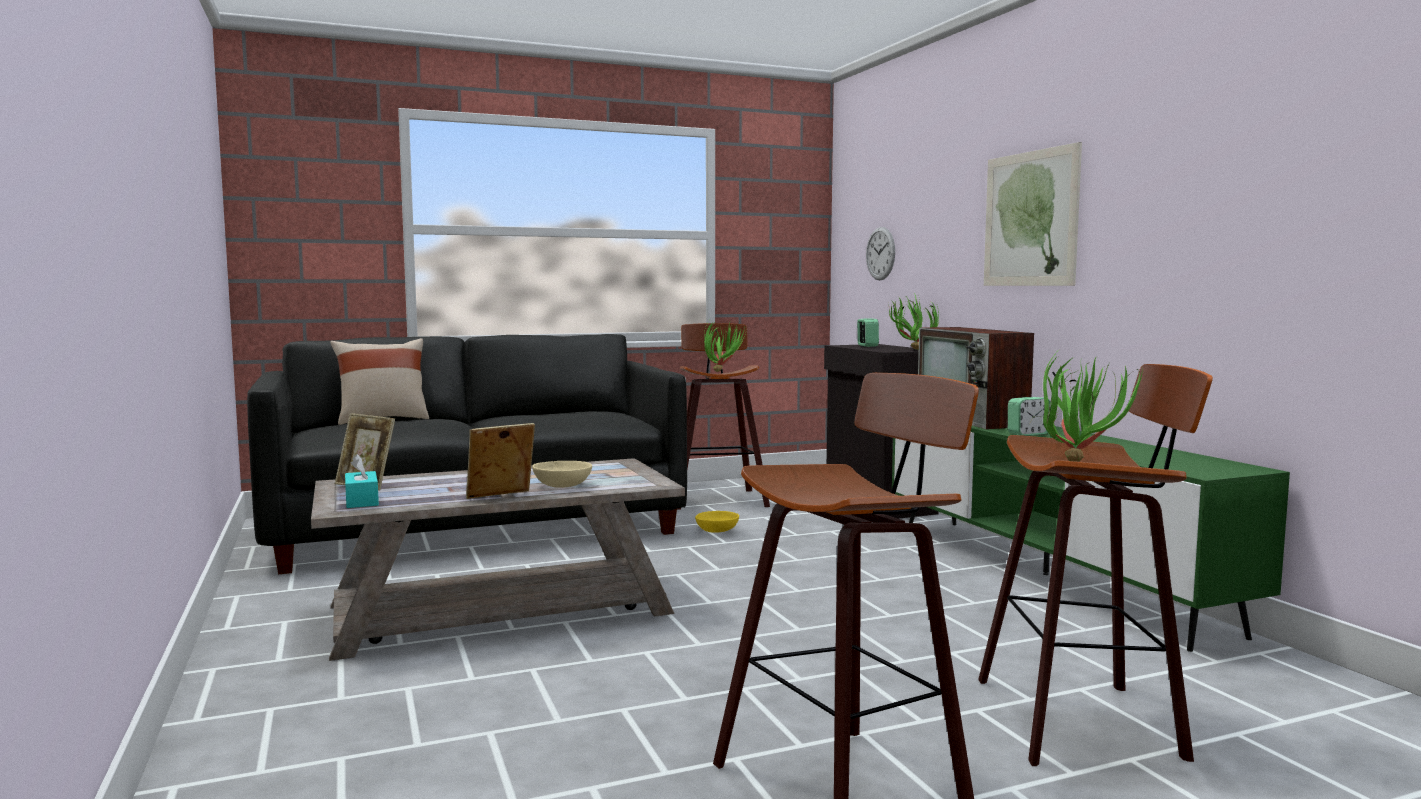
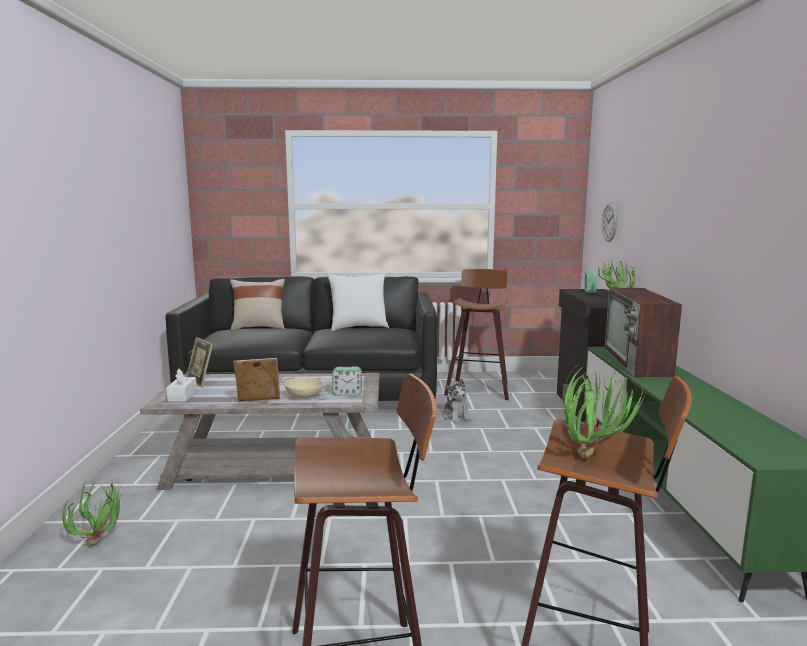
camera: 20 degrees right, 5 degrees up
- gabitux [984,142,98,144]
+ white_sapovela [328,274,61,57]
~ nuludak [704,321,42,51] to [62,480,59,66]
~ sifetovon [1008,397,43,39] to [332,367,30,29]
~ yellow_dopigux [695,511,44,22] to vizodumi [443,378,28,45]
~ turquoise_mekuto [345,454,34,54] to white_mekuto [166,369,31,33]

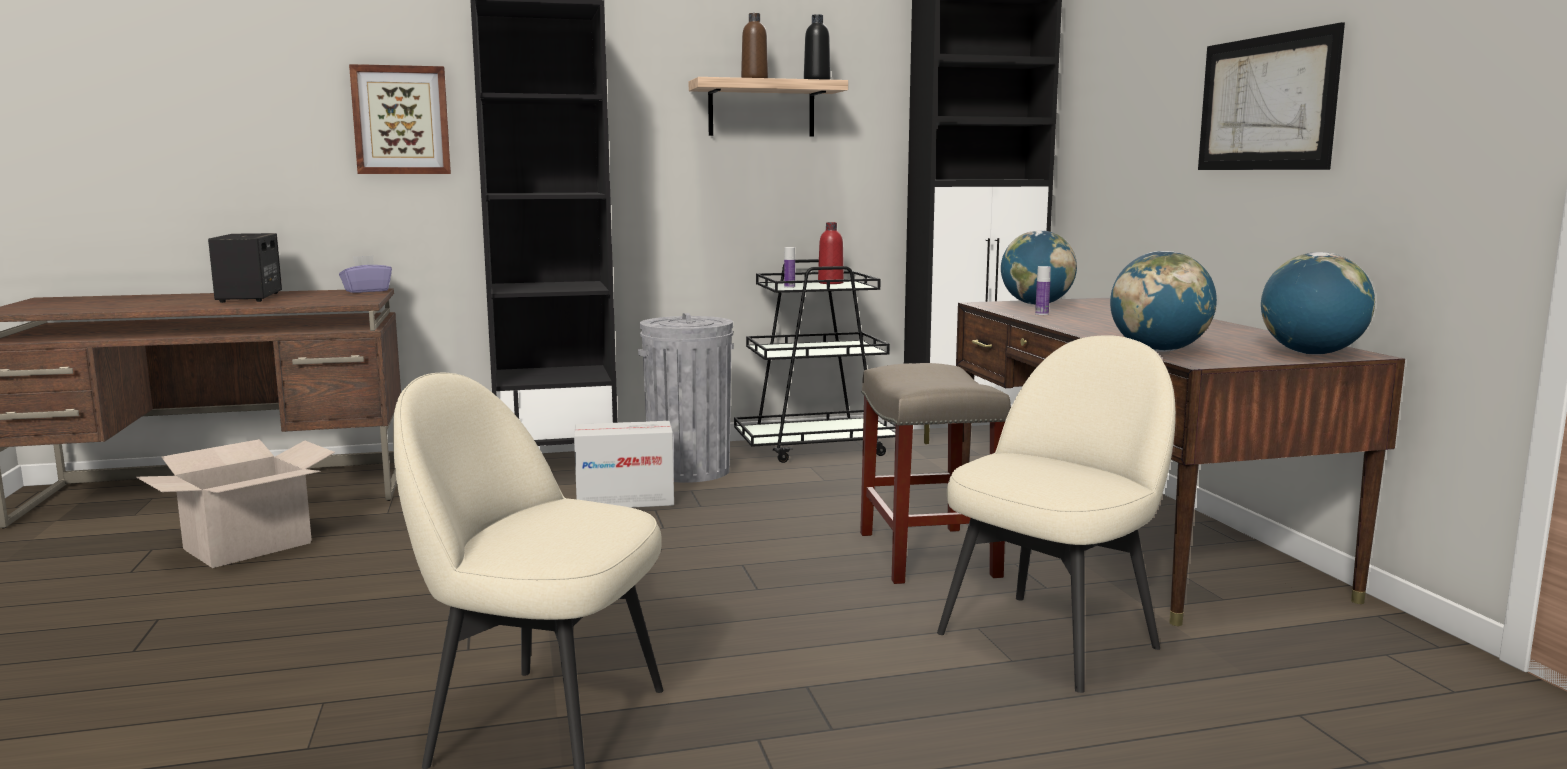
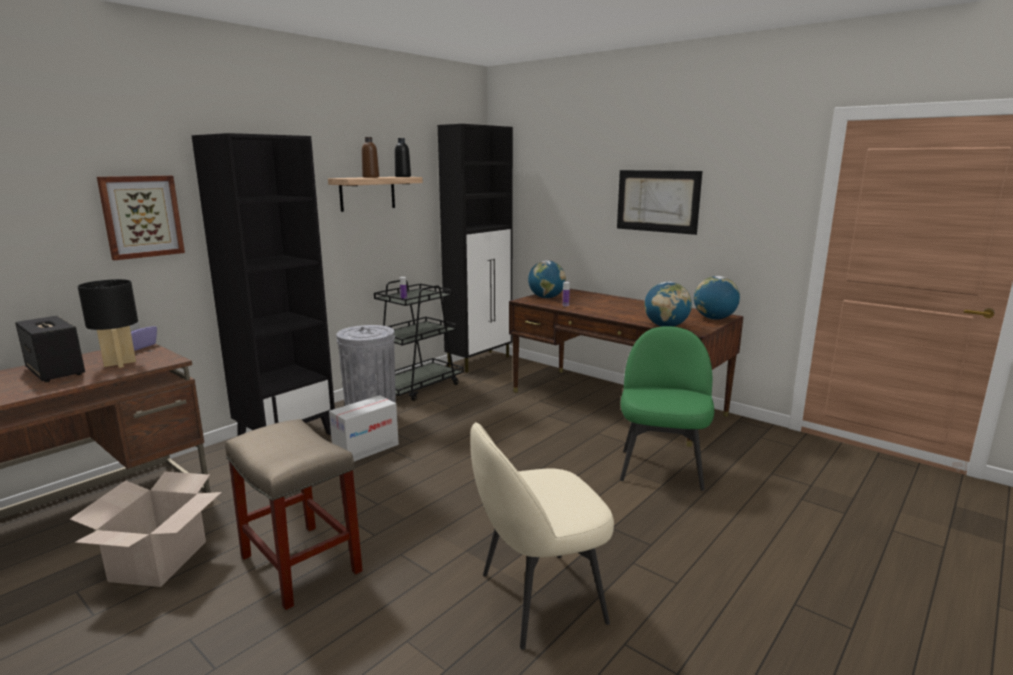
camera: 35 degrees left, 5 degrees up
- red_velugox [818,222,26,62]
+ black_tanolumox [78,279,60,89]
~ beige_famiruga [860,363,151,221] to [225,419,138,191]
~ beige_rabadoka [937,335,239,358] to green_rabadoka [620,326,94,165]

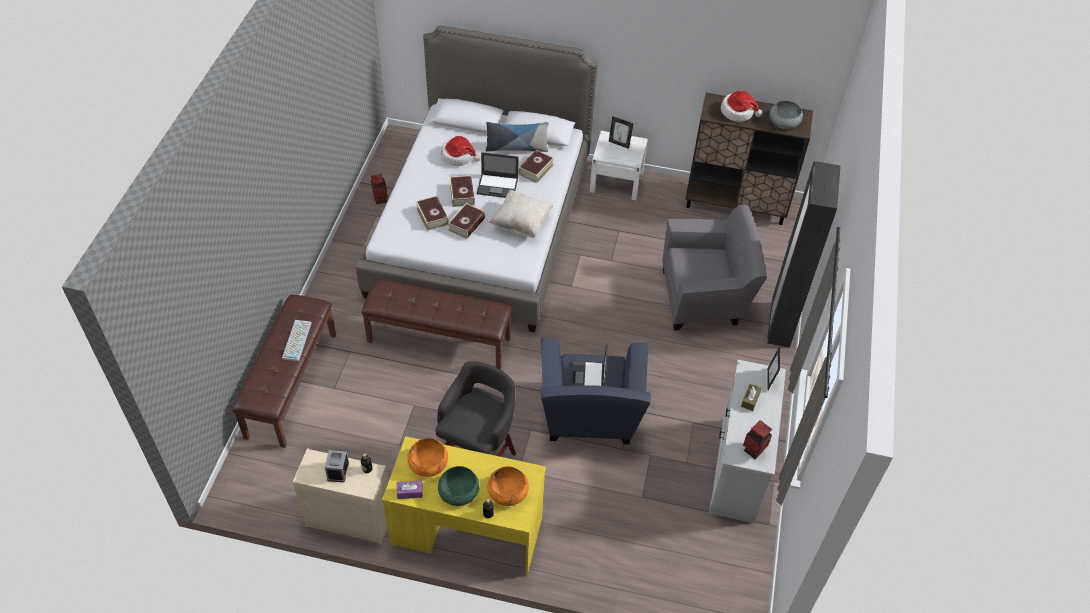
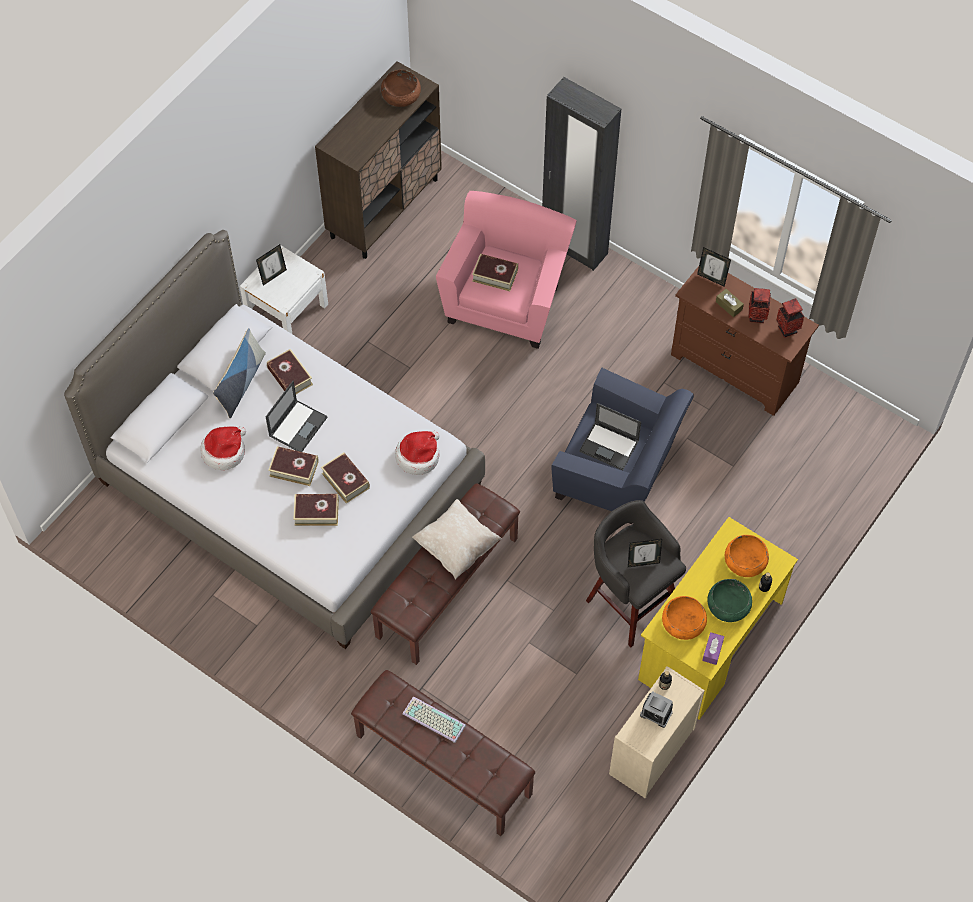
camera: 65 degrees left, 10 degrees up
+ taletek [472,254,46,37]
+ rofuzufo [628,539,34,28]
~ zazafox [371,174,17,30] to [749,288,22,35]
~ beige_sapovela [489,190,65,47] to [412,499,90,81]
~ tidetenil [721,91,42,31] to [395,431,45,44]
~ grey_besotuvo [662,205,105,125] to pink_besotuvo [436,191,140,158]
~ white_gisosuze [709,360,77,163] to brown_gisosuze [671,266,148,150]
~ grey_dopigux [769,100,34,29] to brown_dopigux [381,70,40,37]

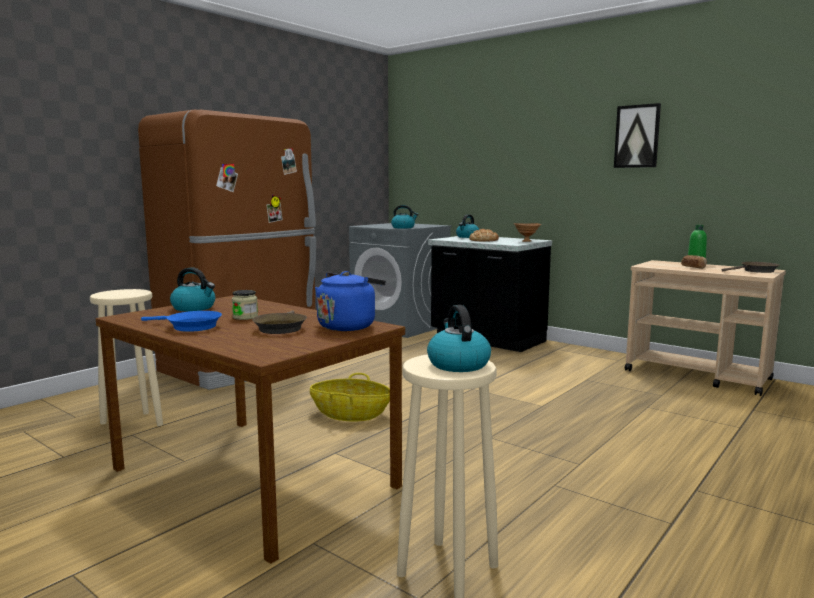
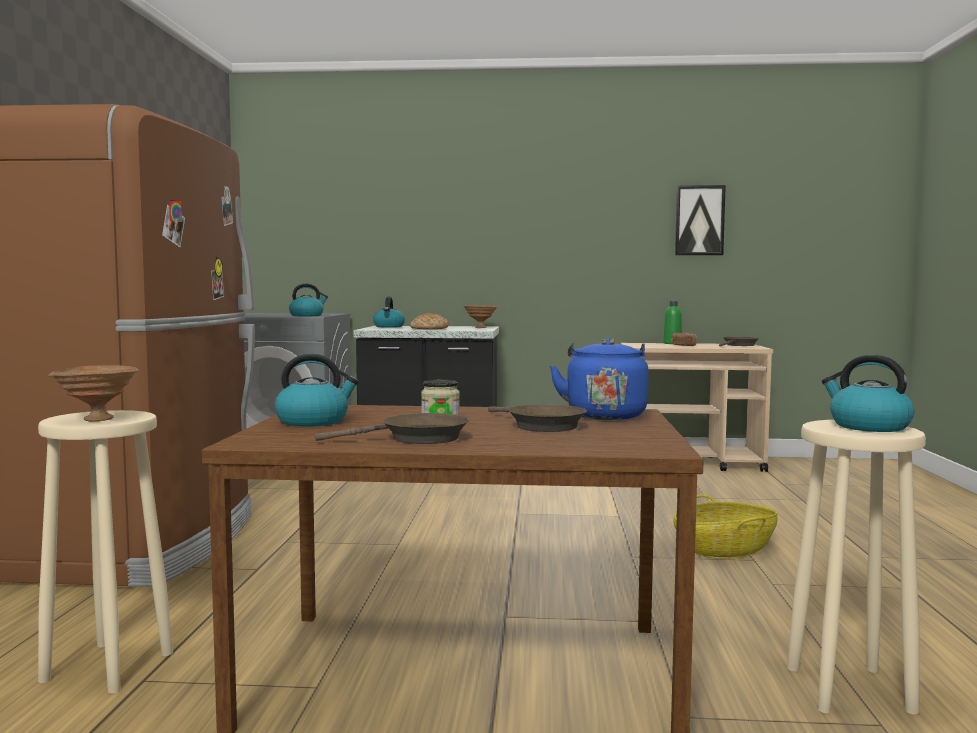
camera: 35 degrees left, 5 degrees down
+ brown_dopigux [49,365,90,56]
~ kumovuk [310,373,80,49] to [673,494,105,65]
~ gabitux [614,103,47,65] to [675,185,51,71]
~ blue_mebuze [141,311,81,21] to brown_mebuze [315,413,154,31]

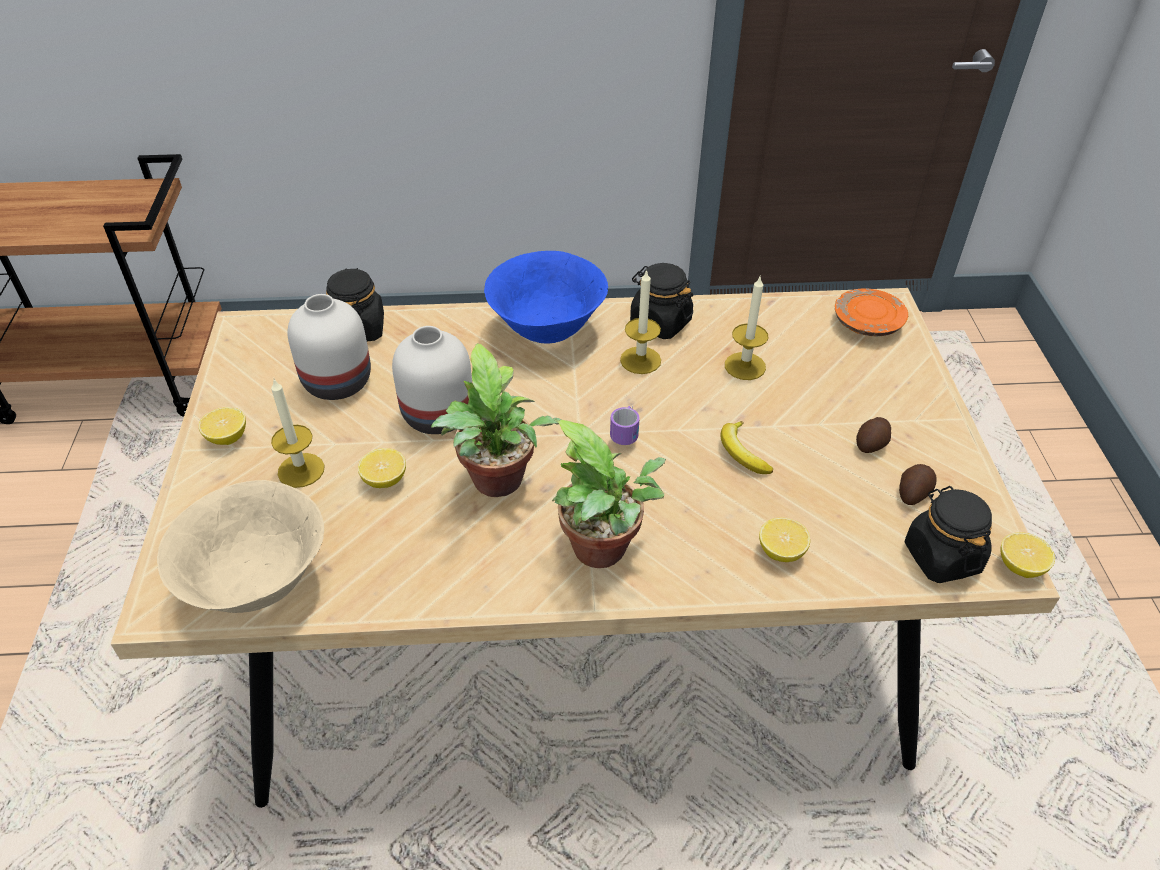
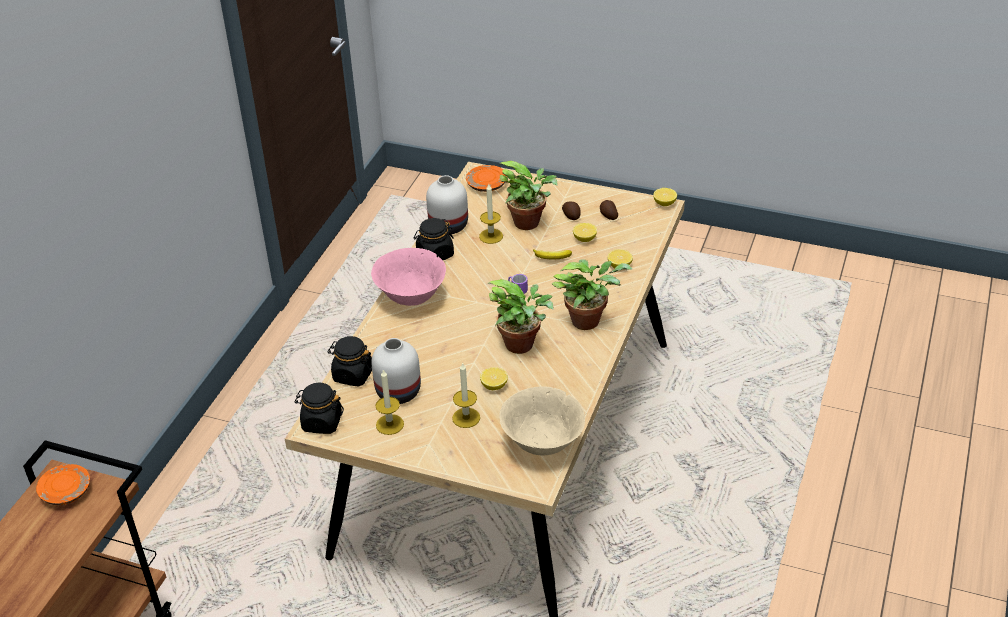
camera: 65 degrees left, 5 degrees down
+ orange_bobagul [36,464,54,41]
+ nuludak [500,161,58,69]
~ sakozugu [199,407,47,38] to [573,223,24,19]
~ white_zazafox [392,326,80,108] to [426,175,42,59]
~ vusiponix [620,269,41,105] to [376,370,28,65]
~ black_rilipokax [905,486,87,97] to [294,383,50,51]
~ blue_dopigux [484,251,124,92] to pink_dopigux [371,248,75,58]

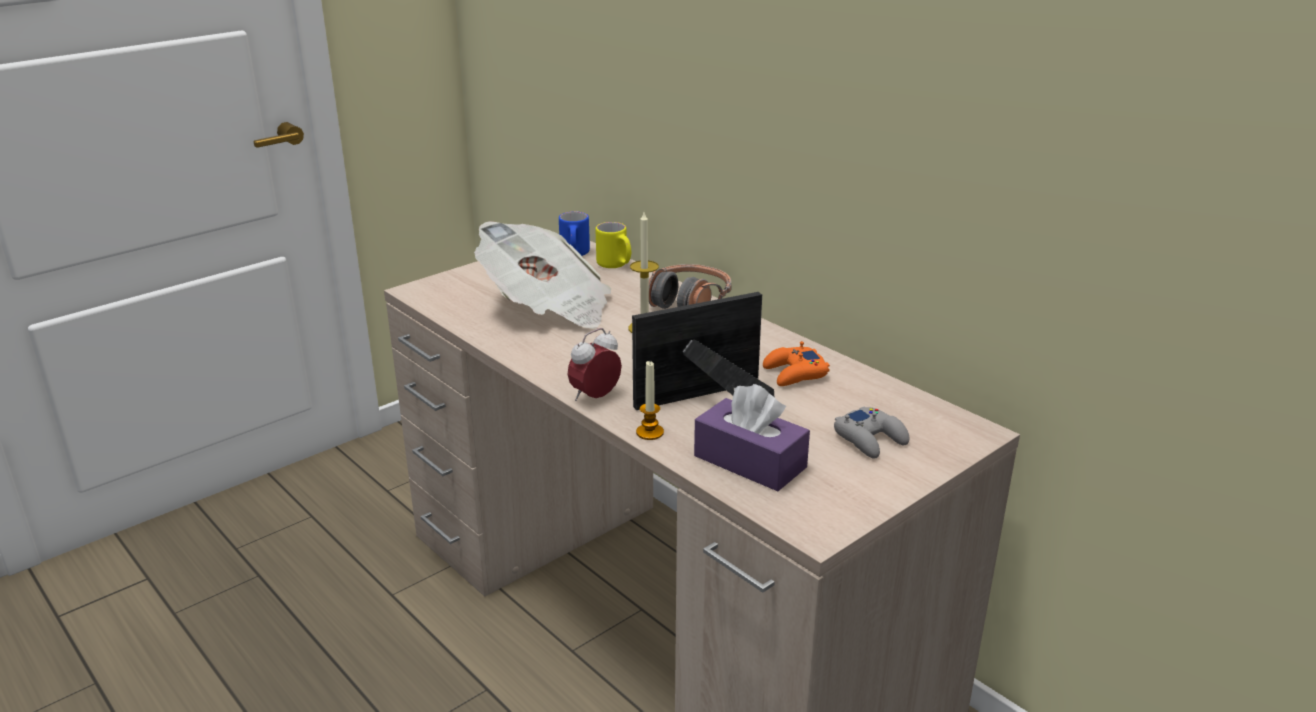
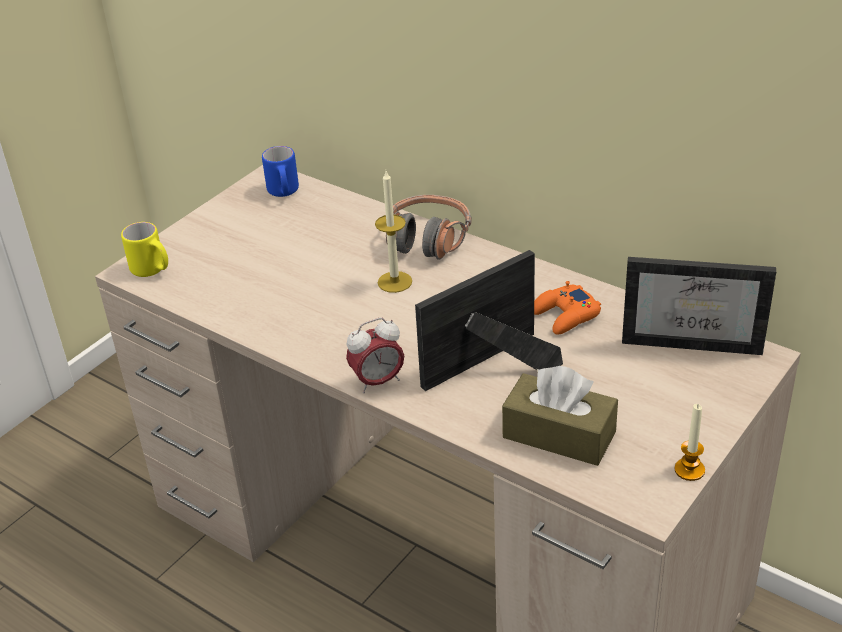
camera: 10 degrees left, 10 degrees up
- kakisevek [474,221,137,108]
- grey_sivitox [834,407,75,51]
+ rofuzufo [622,257,154,98]
~ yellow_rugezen [596,222,35,46] to [121,222,47,55]
~ vusiponix [636,361,28,79] to [674,404,31,77]
~ purple_mekuto [694,384,116,107] to brown_mekuto [502,366,116,100]
~ sifetovon [568,328,54,73] = [346,318,58,75] 150 degrees counterclockwise

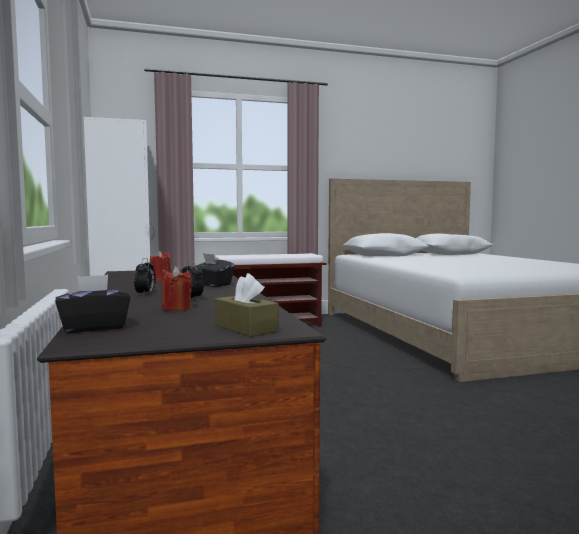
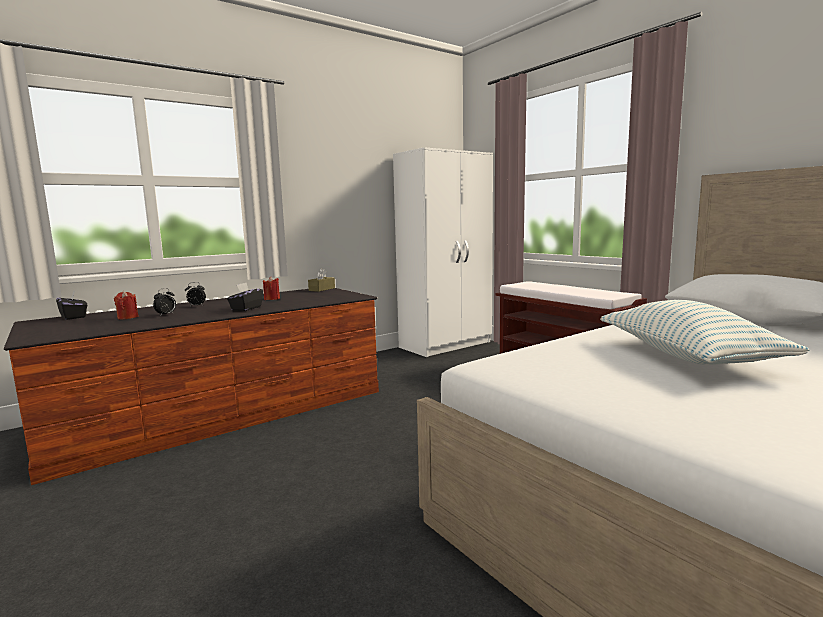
camera: 70 degrees right, 5 degrees up
+ sapovela [600,300,209,65]
~ brown_mekuto [215,273,64,64] to [308,268,27,24]

